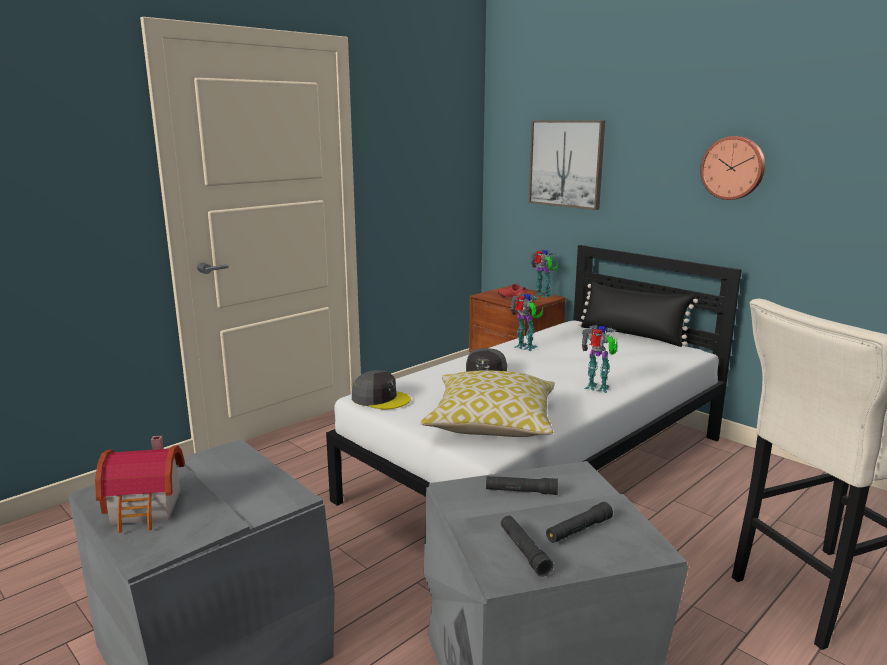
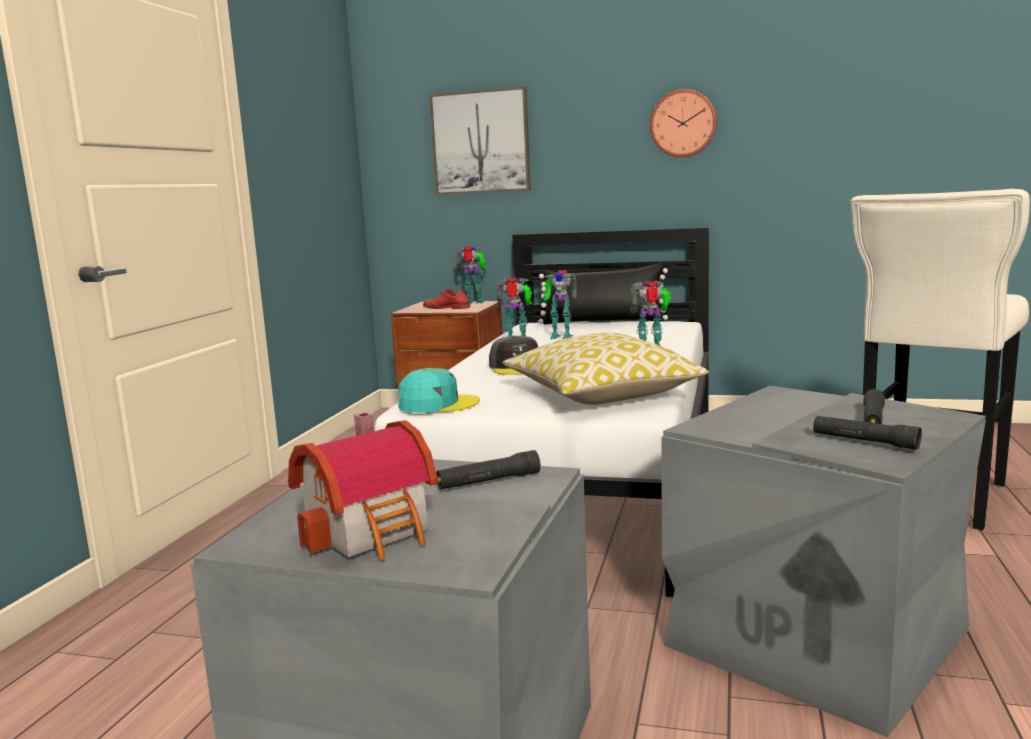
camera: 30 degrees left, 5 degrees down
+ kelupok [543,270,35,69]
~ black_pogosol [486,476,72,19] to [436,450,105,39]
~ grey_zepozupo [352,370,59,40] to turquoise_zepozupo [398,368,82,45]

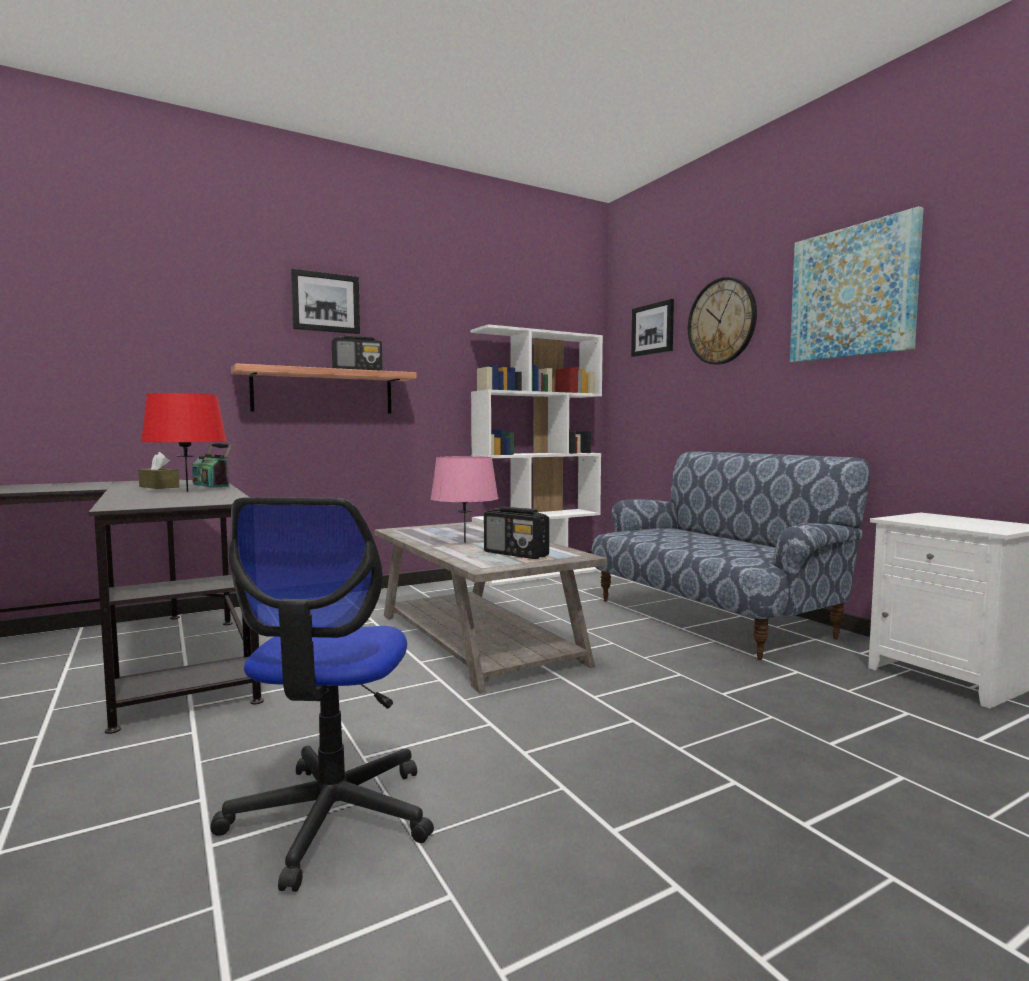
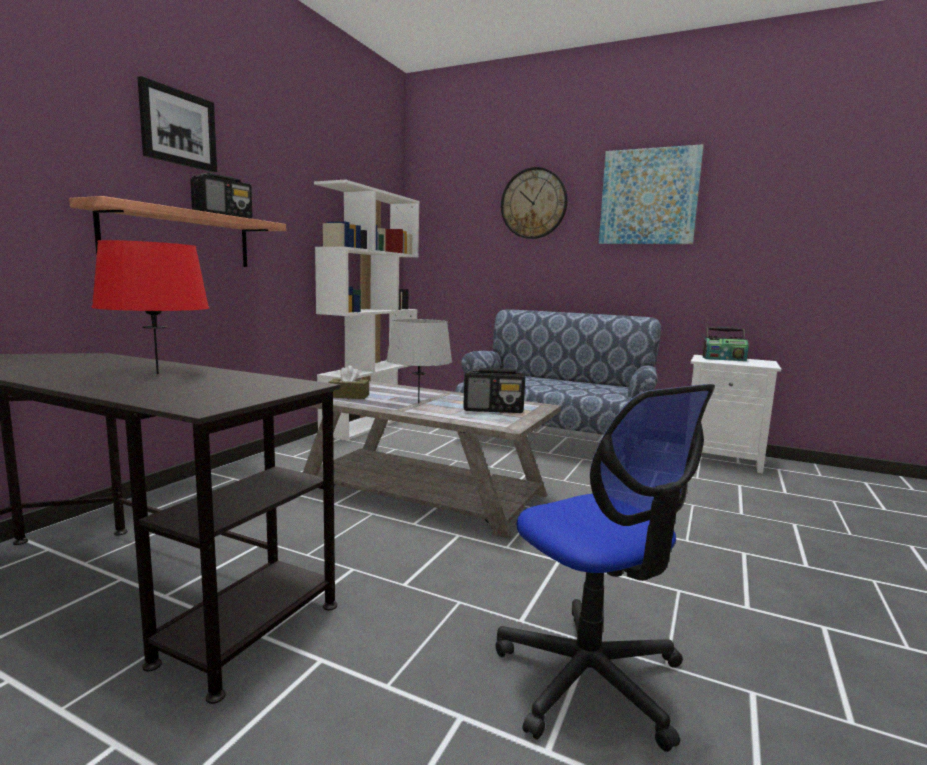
camera: 35 degrees left, 5 degrees up
- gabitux [631,299,43,58]
~ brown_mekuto [138,452,41,37] to [328,365,41,34]
~ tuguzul [192,442,40,46] to [703,327,46,34]
~ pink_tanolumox [430,456,68,87] to grey_tanolumox [386,319,66,85]

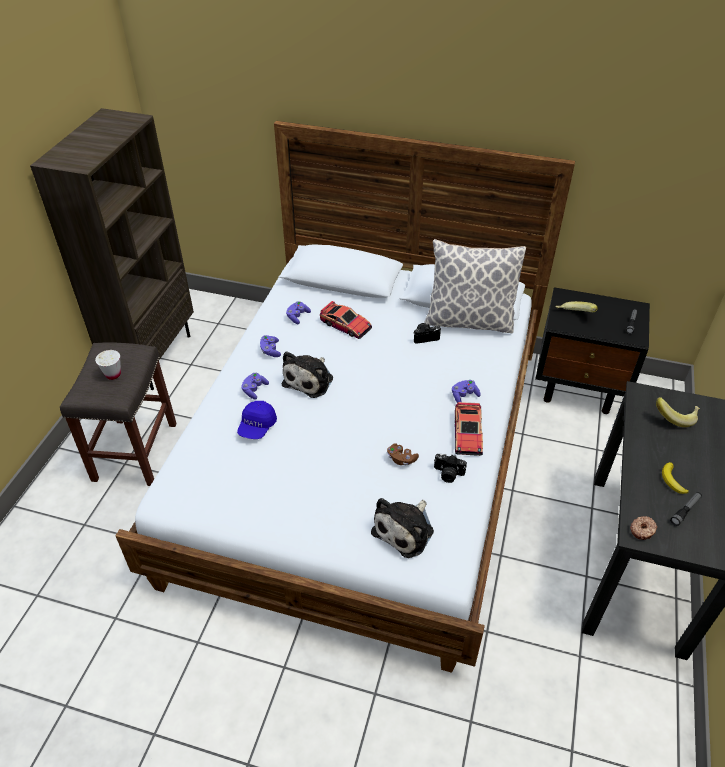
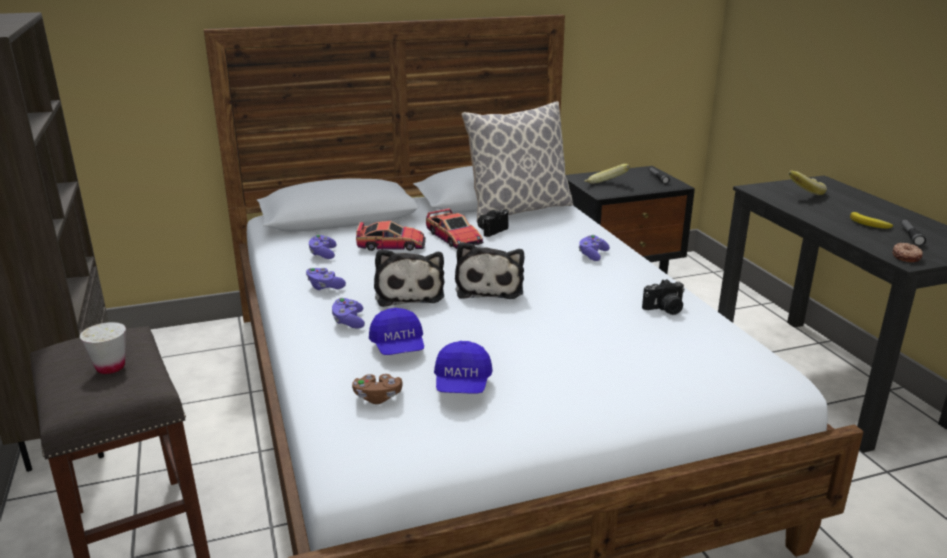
camera: 35 degrees left, 20 degrees down
+ blue_zepozupo [434,341,59,53]
~ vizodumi [371,498,63,60] to [455,242,69,57]
~ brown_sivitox [387,443,32,23] to [352,374,50,30]
~ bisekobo [455,402,28,54] to [426,208,58,41]

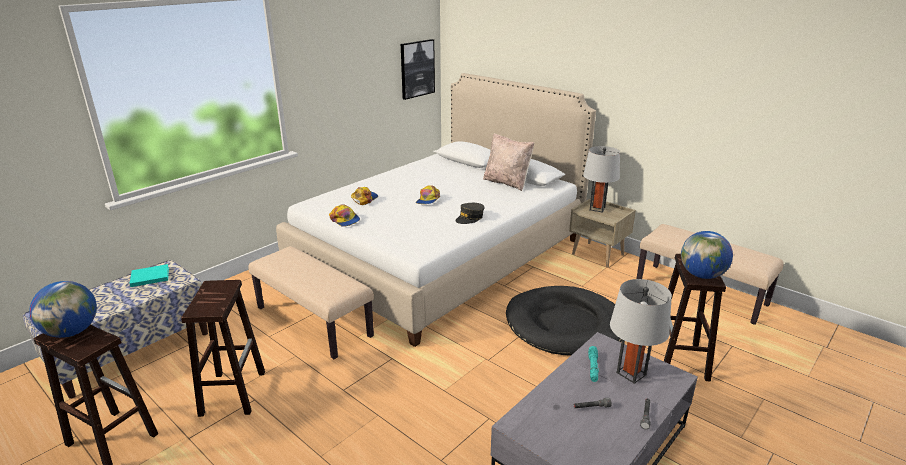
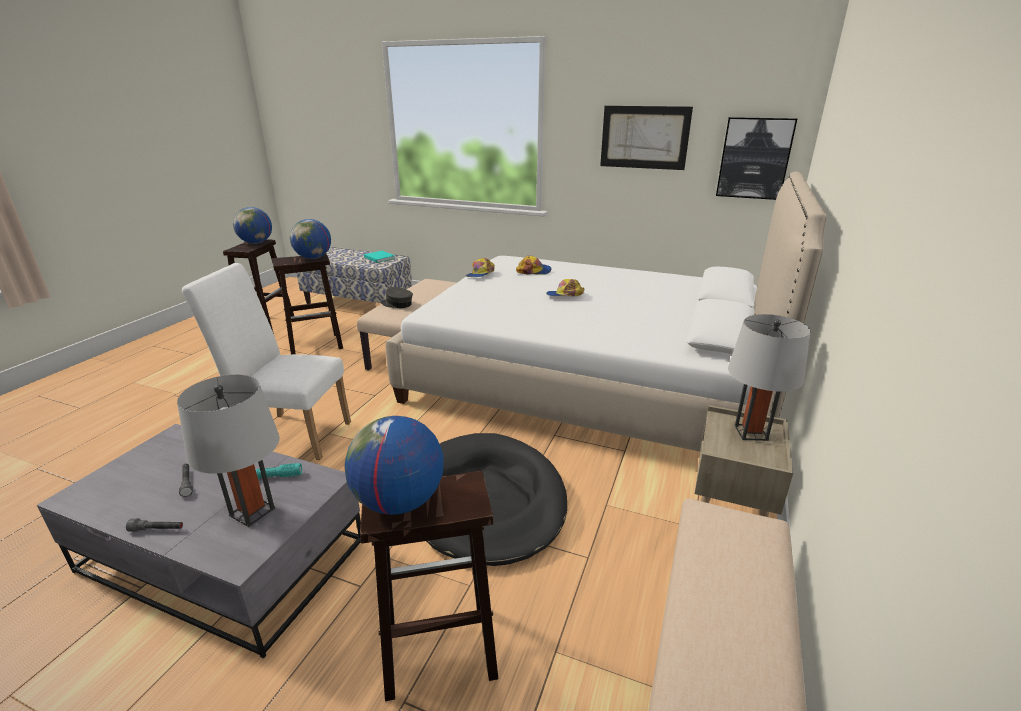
camera: 70 degrees right, 0 degrees up
- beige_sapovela [483,133,51,58]
+ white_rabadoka [182,263,169,197]
+ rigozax [290,219,41,40]
+ gabitux [600,106,93,64]
~ grey_zepozupo [455,203,30,21] to [381,287,32,21]

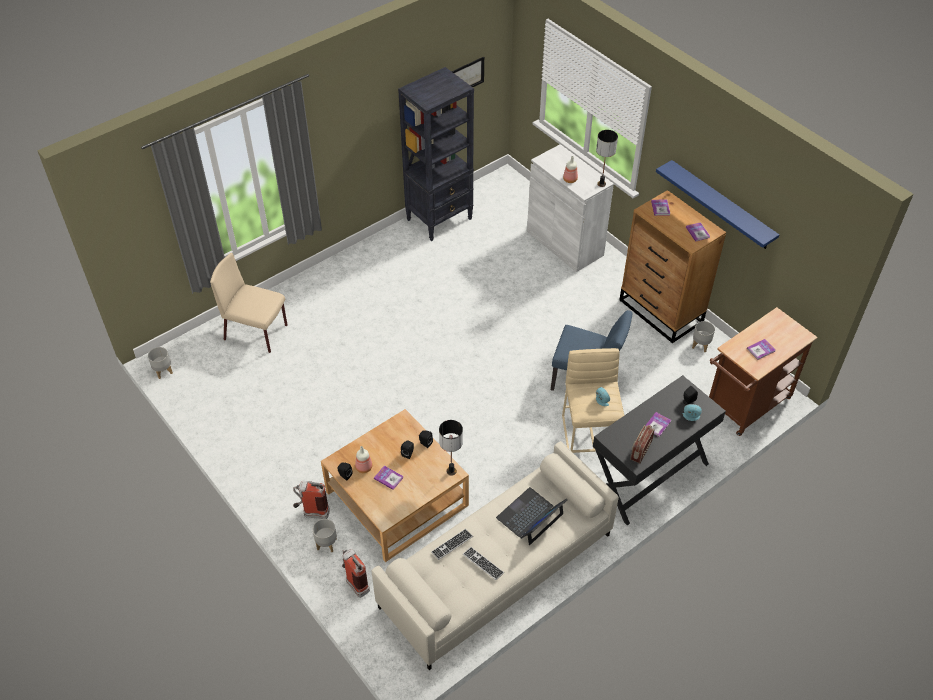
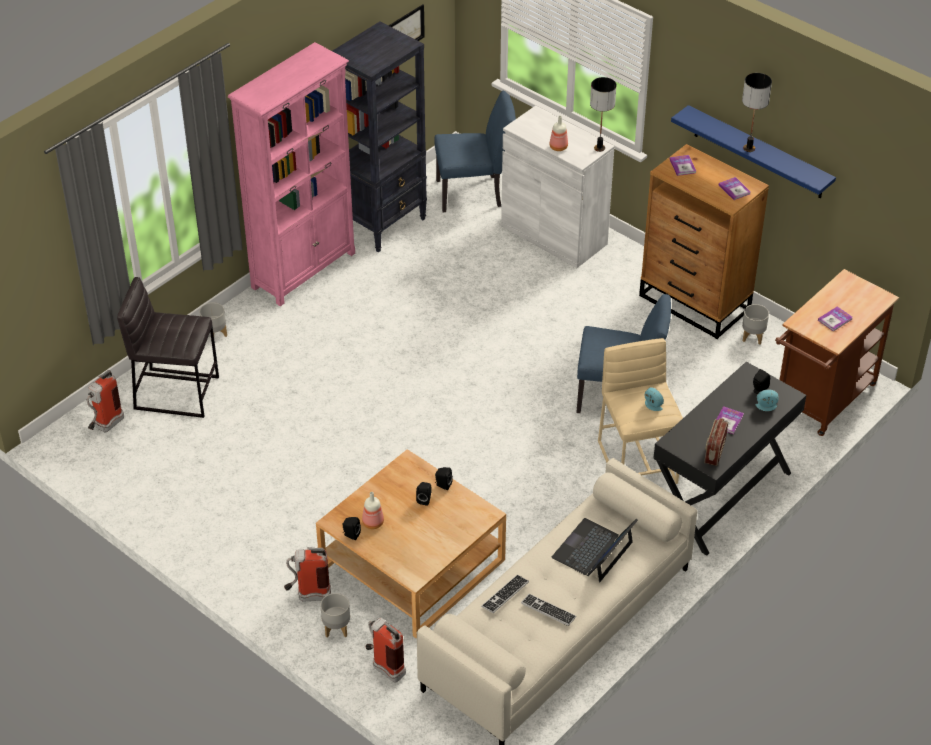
camera: 10 degrees left, 5 degrees down
- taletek [374,466,29,24]
+ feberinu [87,370,37,62]
+ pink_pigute [228,42,127,264]
+ blue_rabadoka [435,91,81,121]
~ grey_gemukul [148,347,25,32] to [199,302,28,35]
~ tanolumox [439,420,24,56] to [742,73,30,79]
~ beige_rabadoka [210,253,77,100] to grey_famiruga [117,277,102,141]

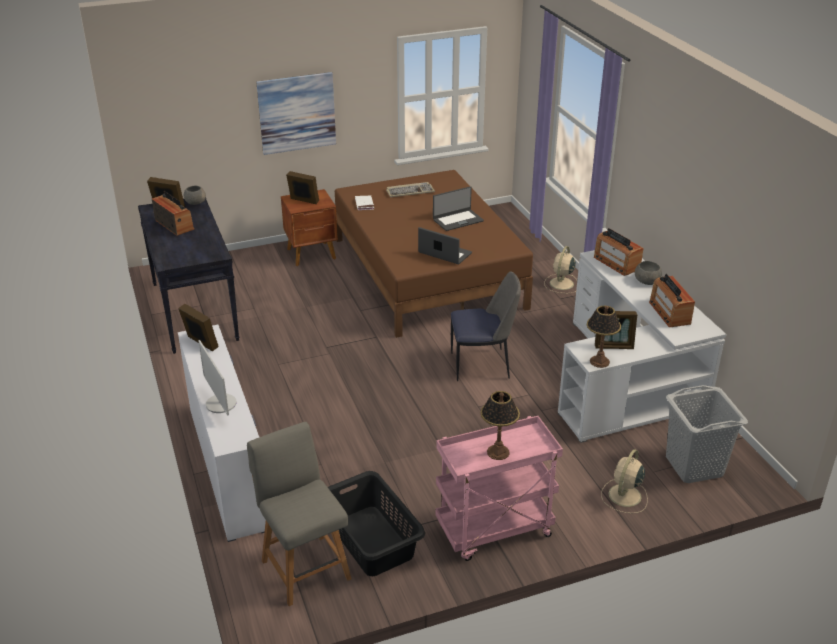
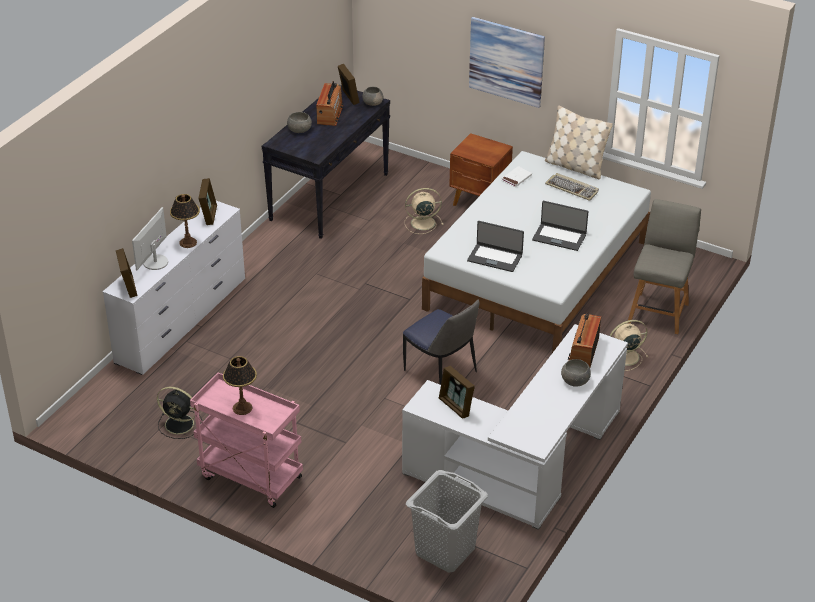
camera: 50 degrees right, 5 degrees up
- tuguzul [649,274,46,53]
+ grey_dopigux [287,112,25,21]
+ beige_sapovela [545,106,68,73]
~ grey_rabadoka [247,422,105,184] to [628,199,73,135]
~ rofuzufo [286,171,33,33] to [116,248,22,50]
~ tanolumox [587,306,34,62] to [170,194,30,54]
~ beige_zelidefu [601,449,47,64] to [405,188,38,46]
~ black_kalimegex [328,471,97,105] to black_zelidefu [157,387,45,52]
~ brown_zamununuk [335,170,198,168] to white_zamununuk [422,151,229,202]
~ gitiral [418,227,54,37] = [467,221,57,51] 120 degrees clockwise

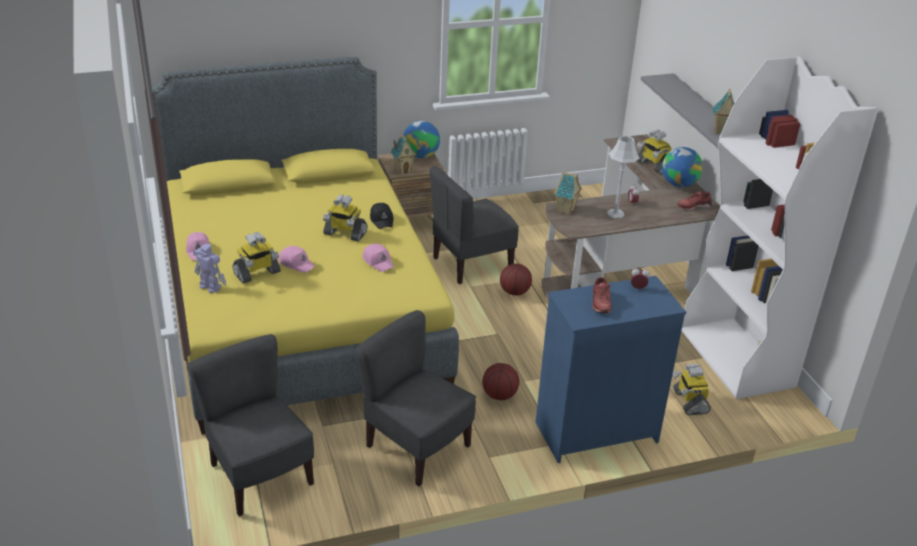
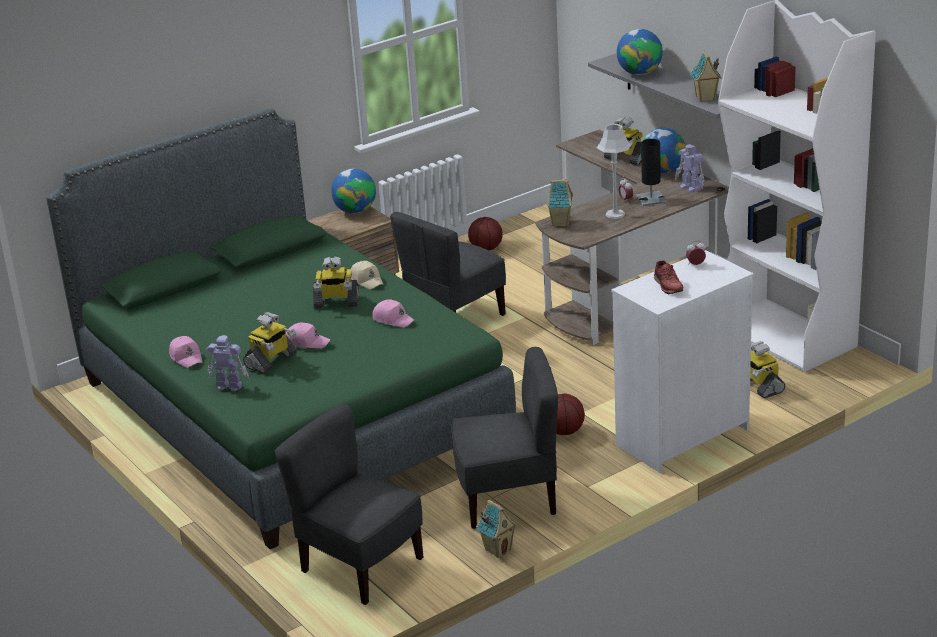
camera: 15 degrees left, 5 degrees down
+ rigozax [617,29,46,46]
+ black_tanolumox [636,139,31,67]
~ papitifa [391,134,26,40] to [476,499,41,59]
~ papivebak [500,263,32,33] to [468,217,35,34]
~ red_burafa [677,191,35,20] to kelupok [675,144,30,48]
~ yellow_zamununuk [152,57,307,377] to green_zamununuk [46,108,470,441]
~ black_zepozupo [370,203,24,26] to beige_zepozupo [351,261,33,29]
~ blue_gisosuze [536,276,150,187] to white_gisosuze [611,250,143,223]
~ grey_rabadoka [355,310,121,176] = [451,347,107,182] 150 degrees clockwise

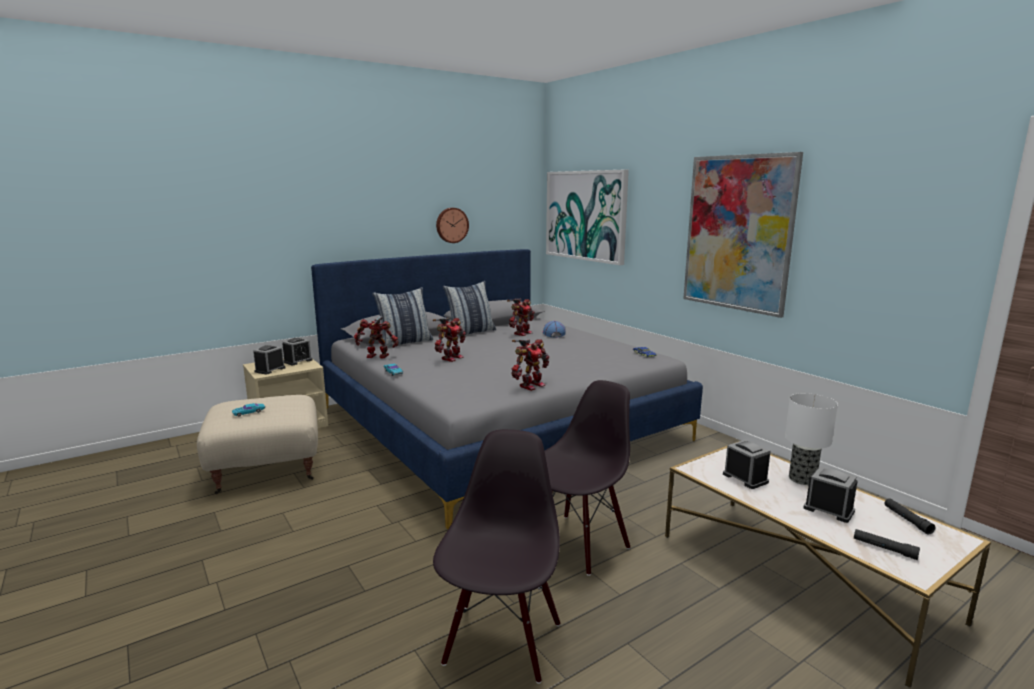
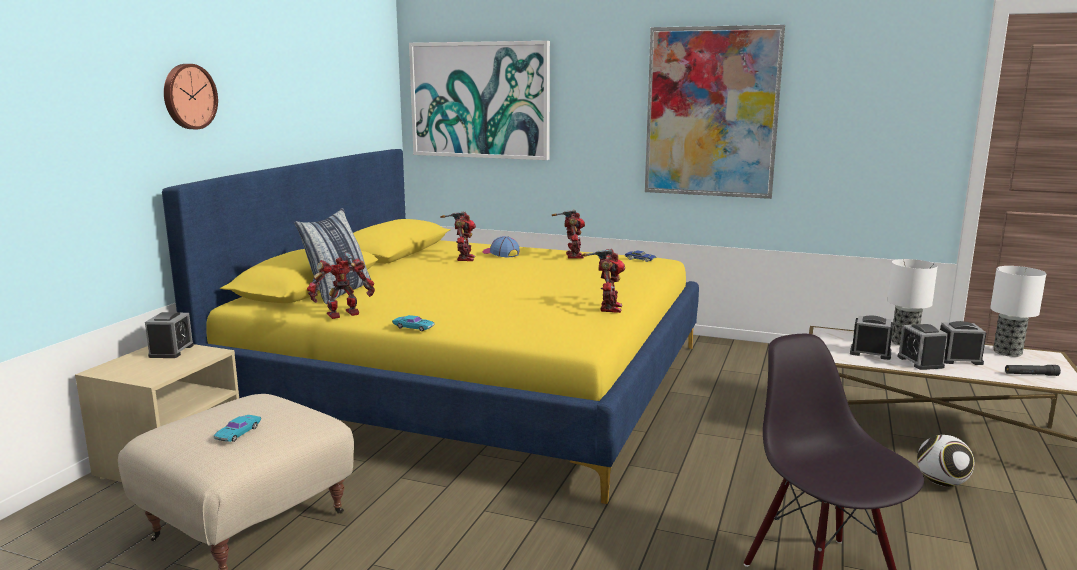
camera: 35 degrees left, 0 degrees up
- sapovela [443,281,53,56]
- black_rabadoka [545,380,85,196]
+ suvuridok [917,435,57,52]
~ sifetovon [253,345,32,29] to [898,324,50,46]
~ kelupok [433,318,33,44] to [552,210,33,49]
~ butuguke [436,208,33,35] to [164,64,54,65]
~ black_pogosol [884,498,52,37] to tanolumox [990,266,56,91]
~ grey_zamununuk [311,249,392,280] to yellow_zamununuk [162,149,537,355]

